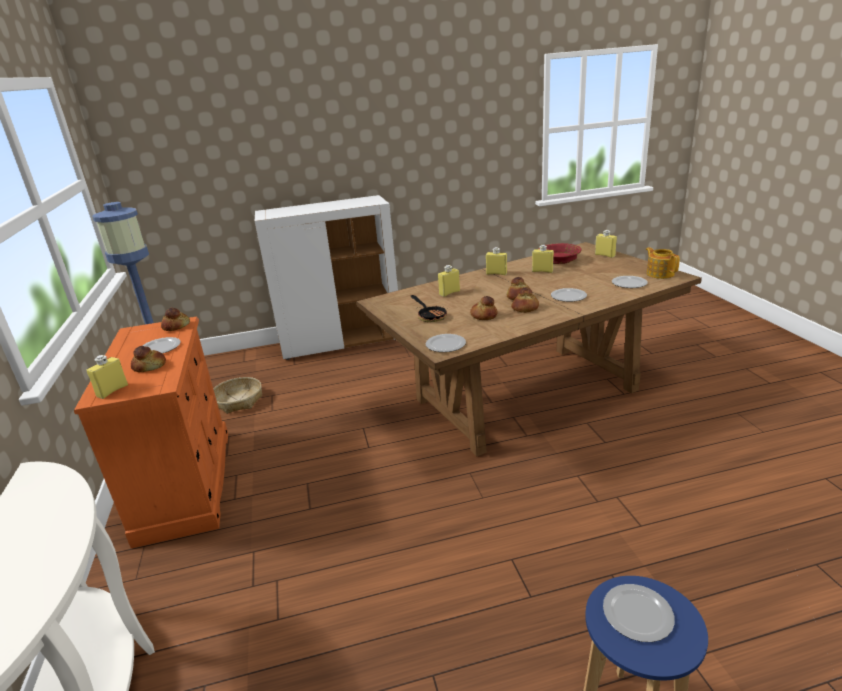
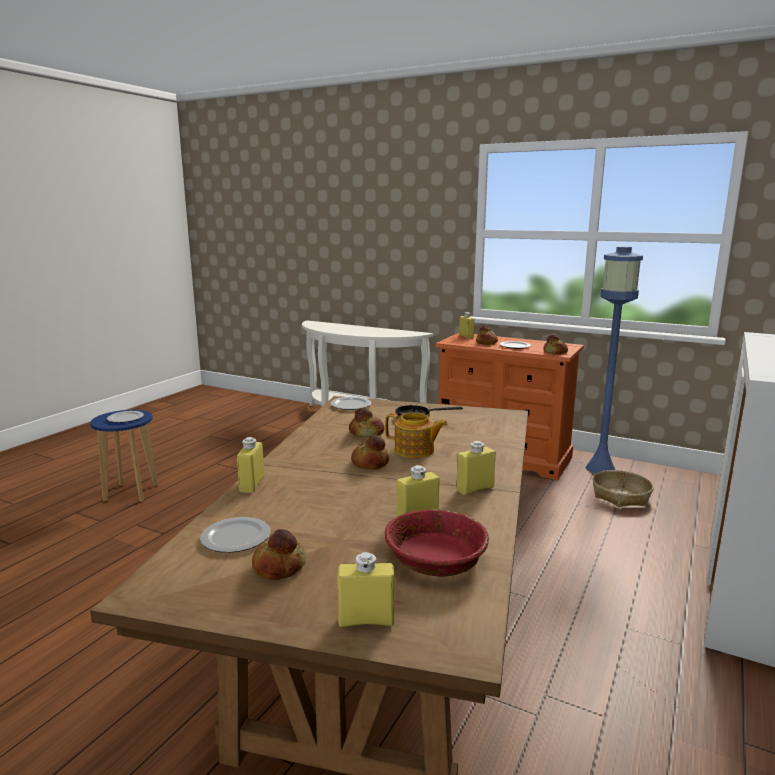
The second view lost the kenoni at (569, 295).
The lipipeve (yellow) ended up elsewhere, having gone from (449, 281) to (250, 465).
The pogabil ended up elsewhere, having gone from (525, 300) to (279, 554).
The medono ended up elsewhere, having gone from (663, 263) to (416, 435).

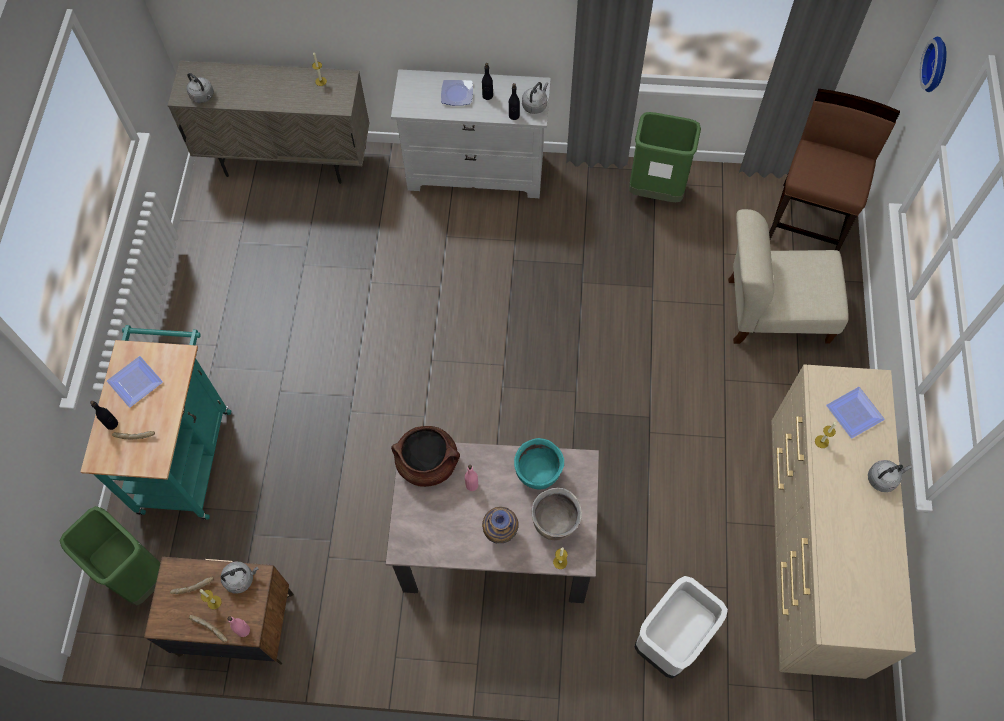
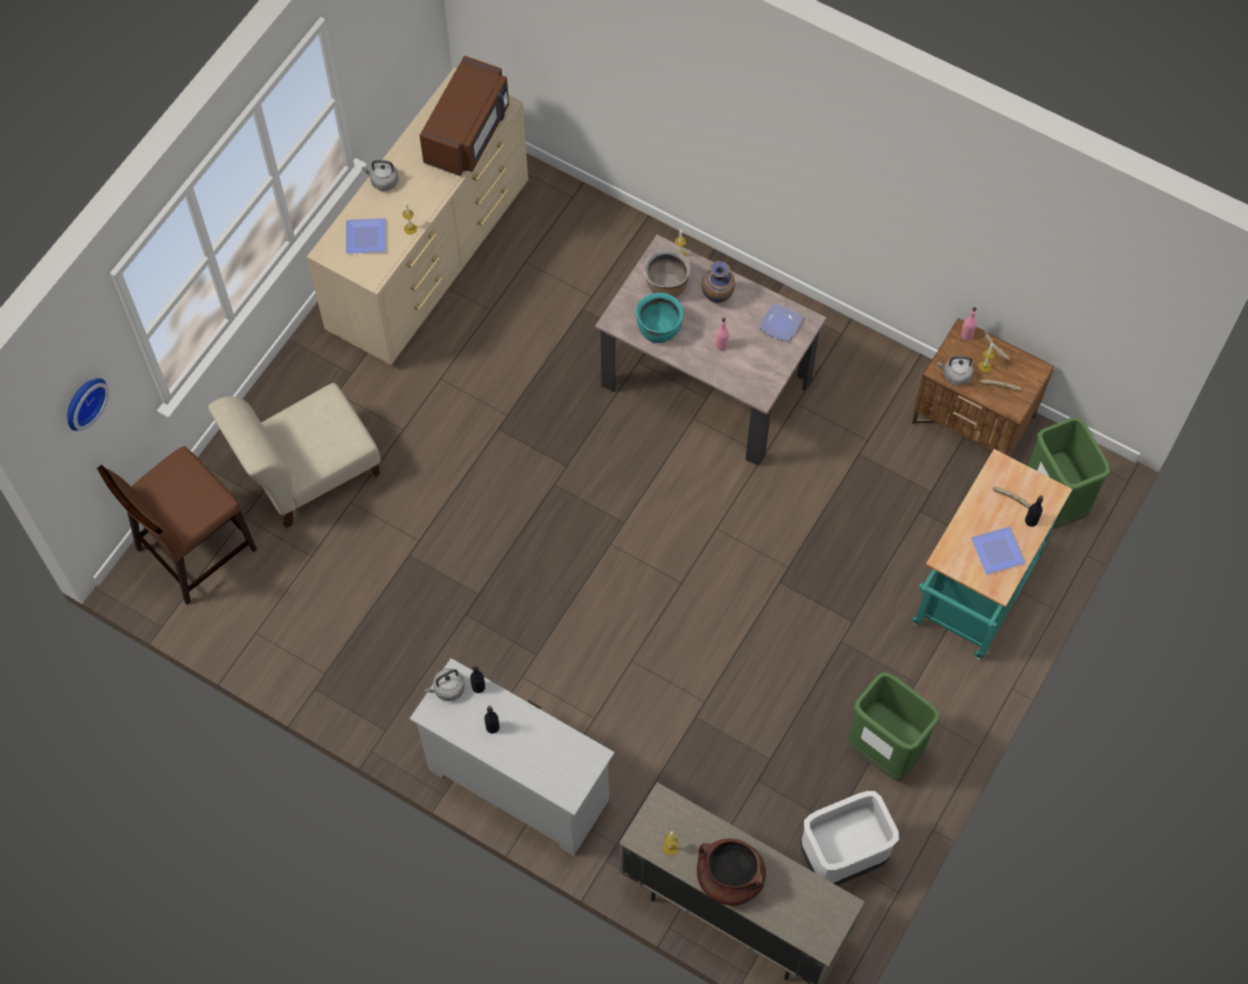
The second view lost the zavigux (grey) at (200, 88).
The second view gained the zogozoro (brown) at (464, 116).
The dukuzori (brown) ended up elsewhere, having gone from (425, 456) to (731, 872).
The kenoni ended up elsewhere, having gone from (457, 93) to (781, 322).
The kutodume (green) ended up elsewhere, having gone from (665, 157) to (893, 726).
The kutodume (white) ended up elsewhere, having gone from (681, 627) to (850, 838).
The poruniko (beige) at (788, 276) ended up facing another way, 120 degrees clockwise from before.

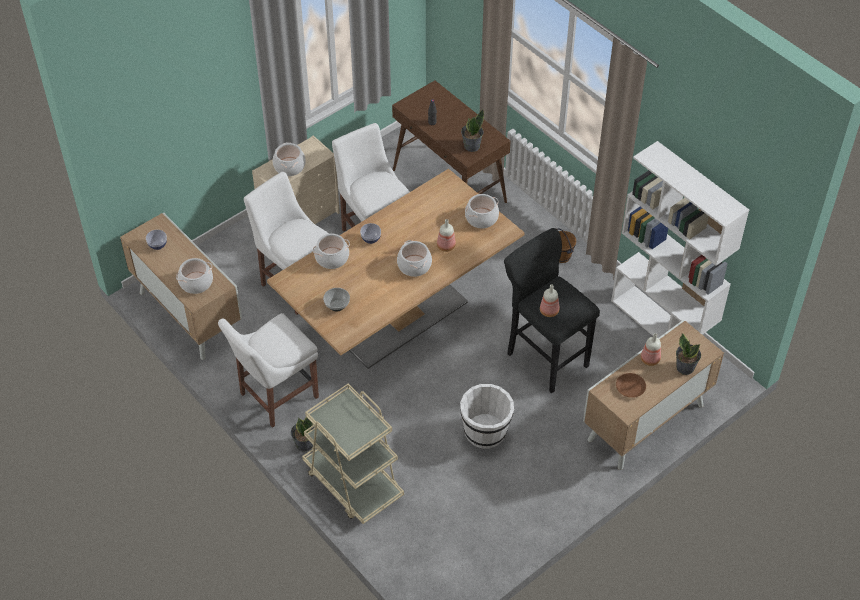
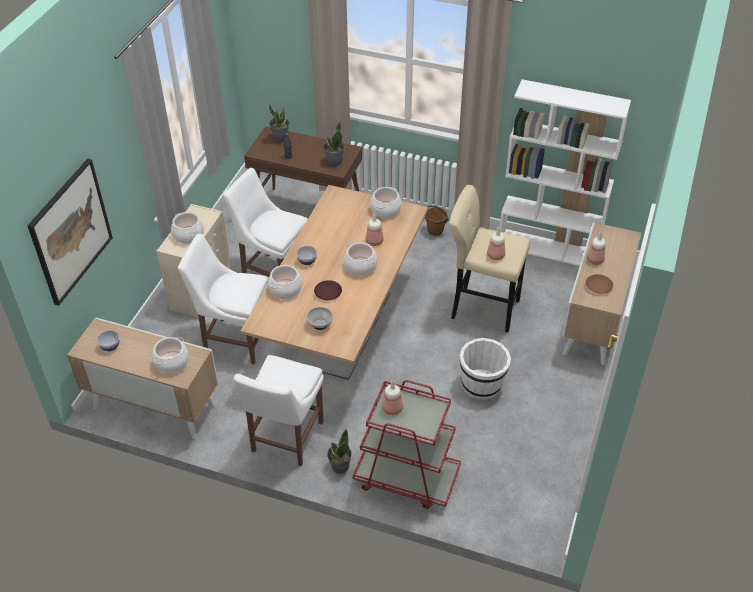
The second view gained the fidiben at (70, 232).
The second view gained the kenoni (brown) at (328, 290).
The second view gained the lipipeve at (392, 397).
The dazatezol ended up elsewhere, having gone from (688, 354) to (279, 123).
What was the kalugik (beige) at (353, 453) turned into the kalugik (red) at (407, 444).
What was the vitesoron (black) at (552, 310) turned into the vitesoron (beige) at (489, 258).

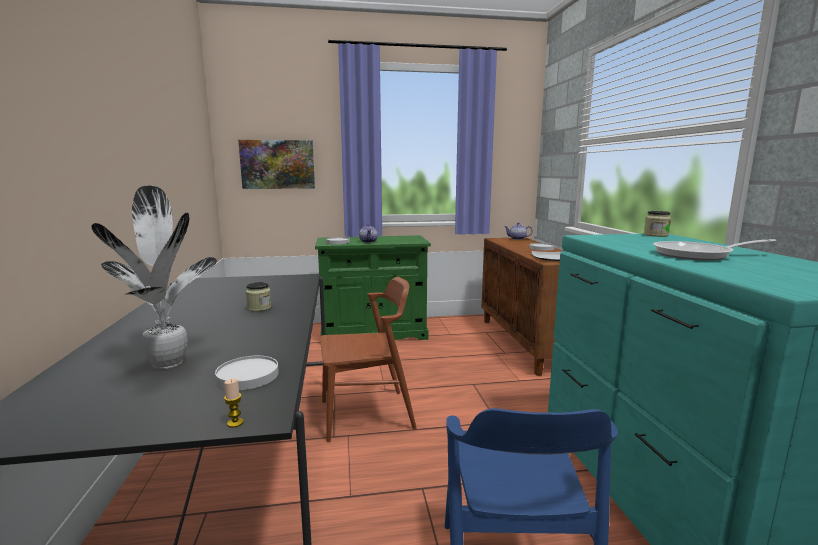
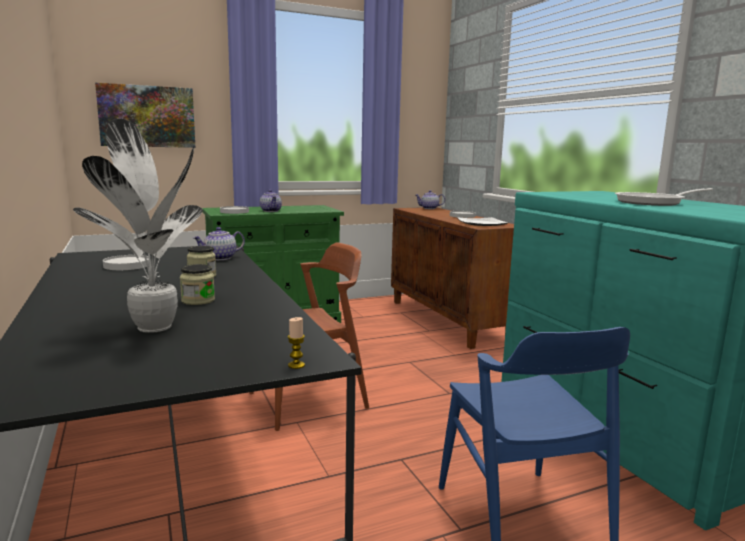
The second view gained the medono at (219, 243).
The kenoni (white) ended up elsewhere, having gone from (247, 373) to (126, 262).
The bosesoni ended up elsewhere, having gone from (657, 224) to (197, 284).

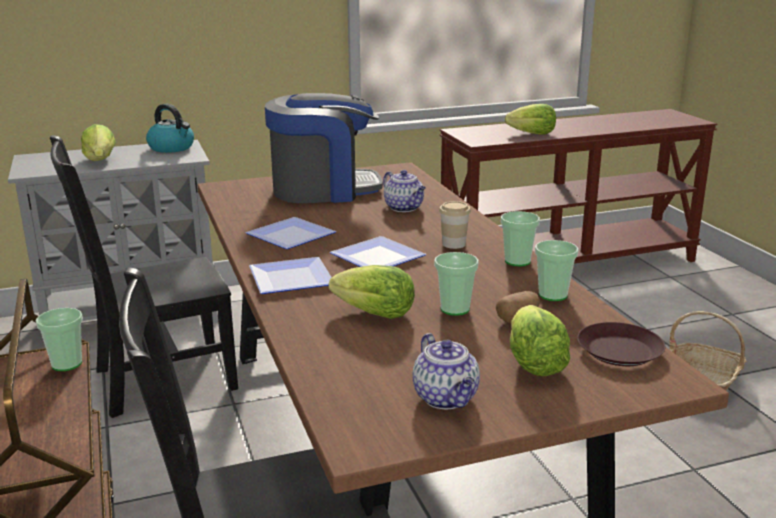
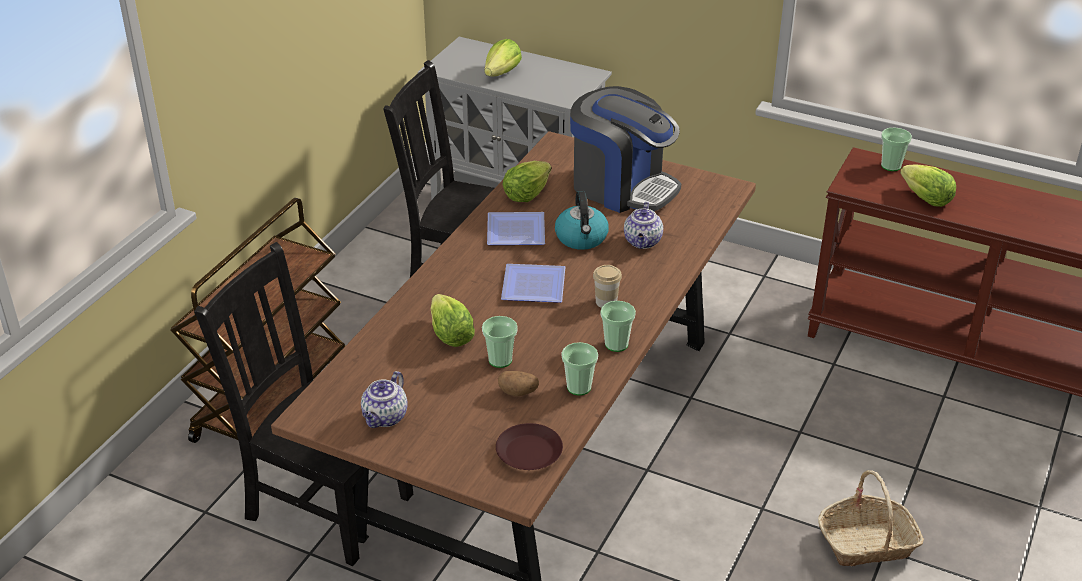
The second view lost the kenoni at (290, 275).
The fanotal ended up elsewhere, having gone from (59, 339) to (896, 149).
The zavigux ended up elsewhere, having gone from (170, 128) to (582, 220).
The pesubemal ended up elsewhere, having gone from (540, 340) to (527, 181).

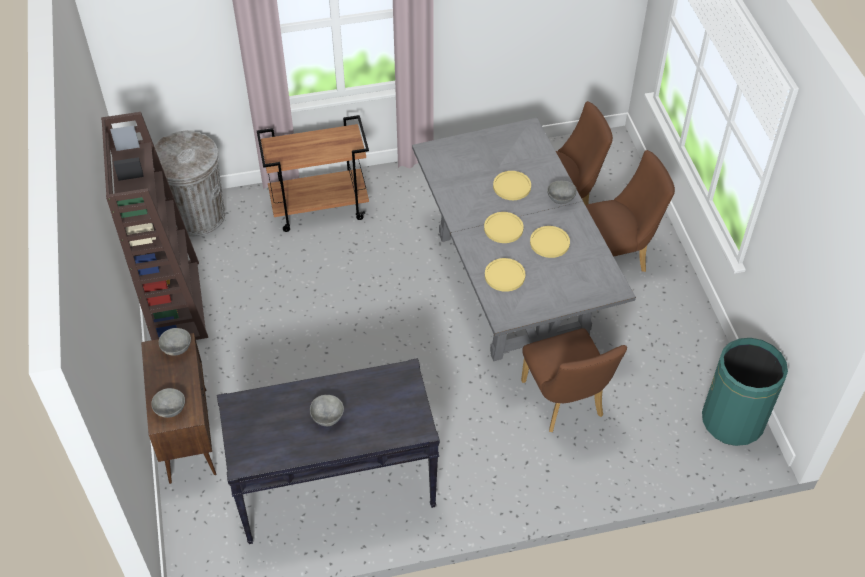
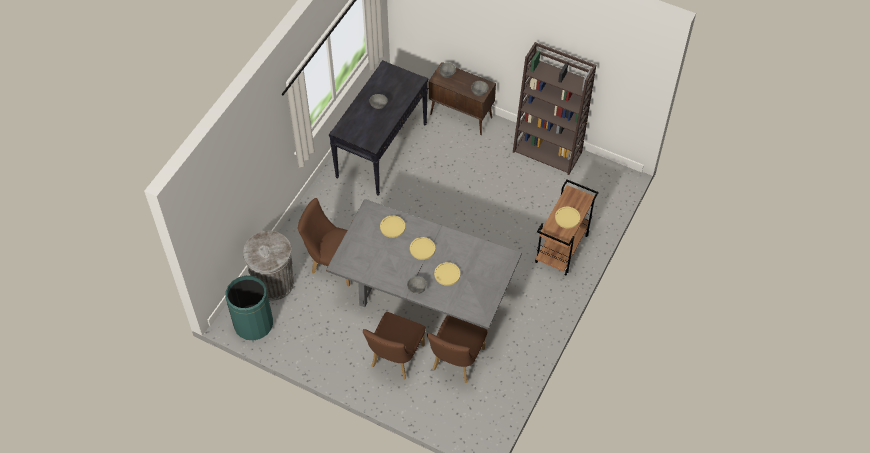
The kutodume (grey) ended up elsewhere, having gone from (189, 183) to (268, 265).
The kenoni (yellow) ended up elsewhere, having gone from (550, 242) to (567, 217).

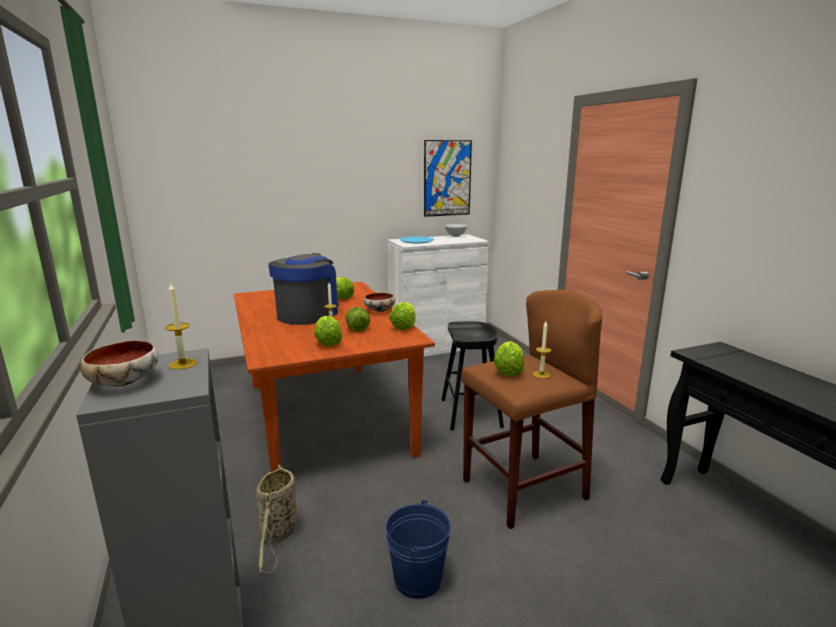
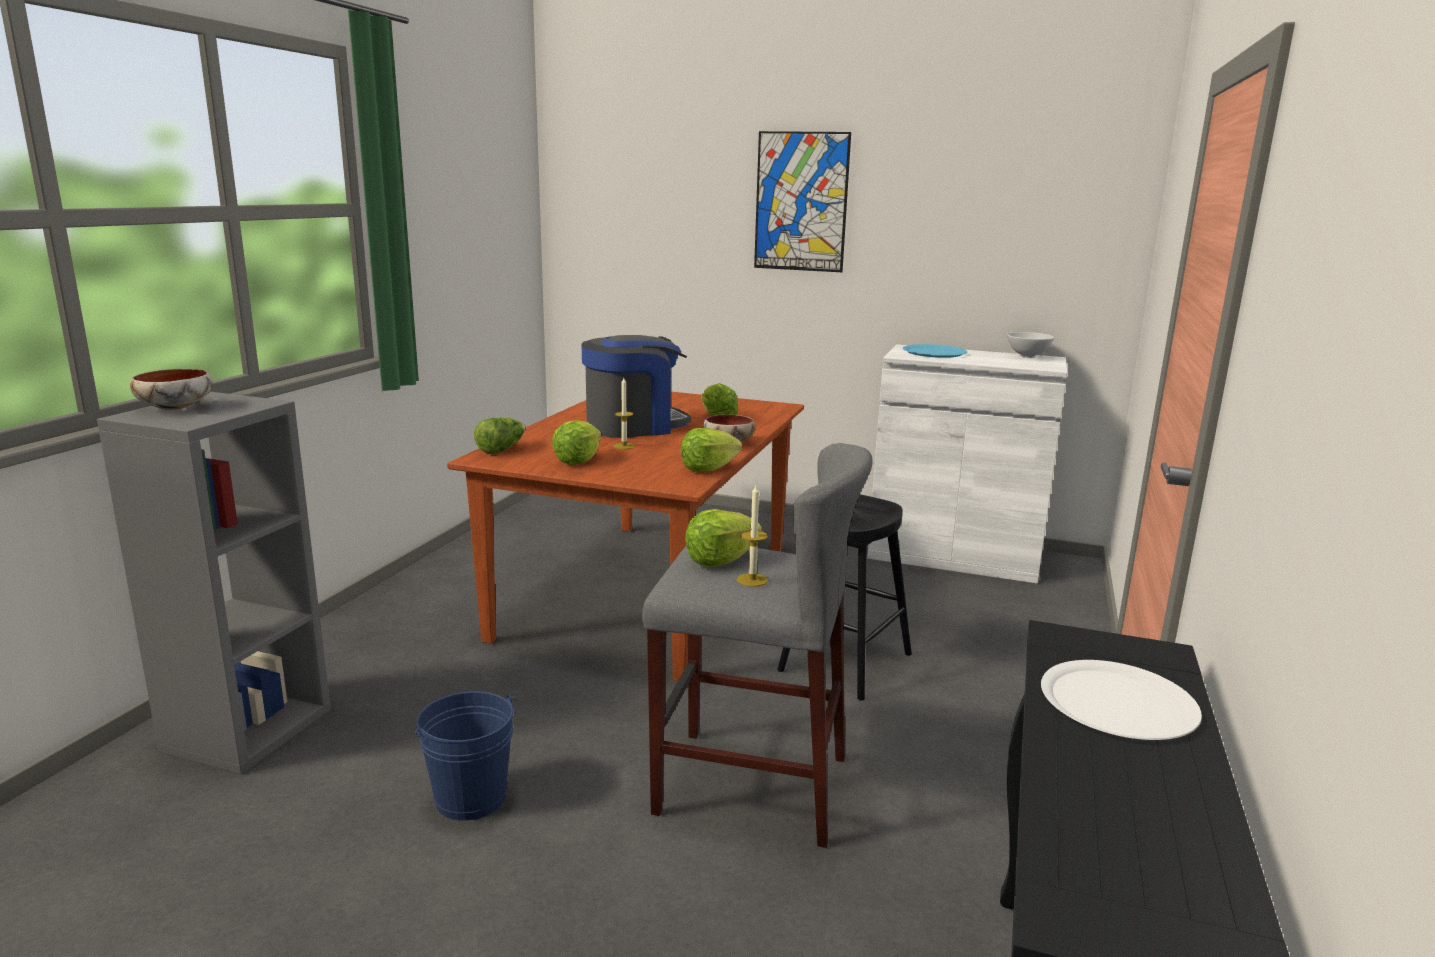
The second view lost the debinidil at (181, 326).
The second view lost the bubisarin at (276, 519).
The second view gained the kenoni (white) at (1121, 700).
The pesubemal ended up elsewhere, having gone from (357, 319) to (500, 436).
The fidiben ended up elsewhere, having gone from (448, 178) to (802, 201).
What was the vitesoron (brown) at (531, 409) turned into the vitesoron (grey) at (757, 645).

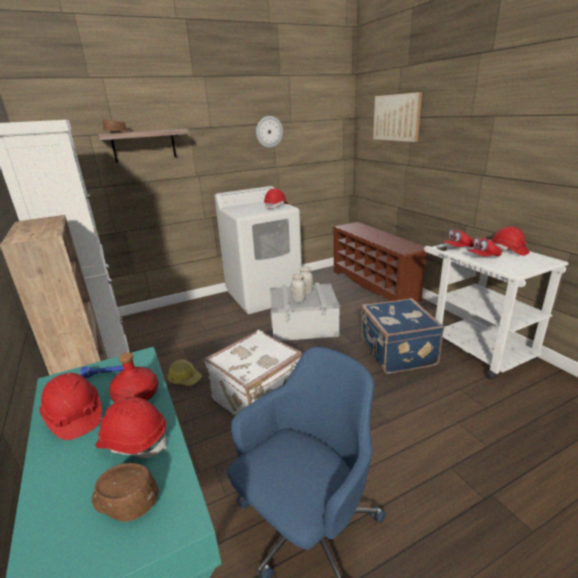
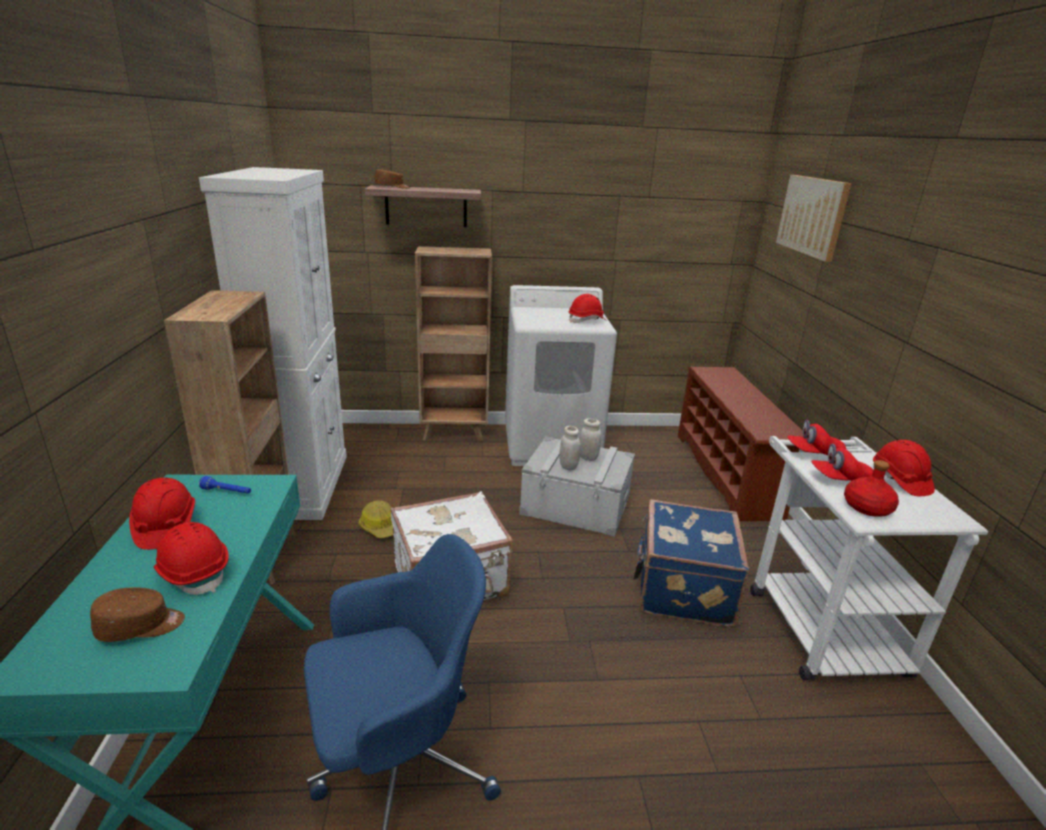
The second view lost the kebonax at (269, 132).
The second view gained the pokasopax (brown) at (453, 343).
The lipipeve (red) ended up elsewhere, having gone from (133, 377) to (871, 488).
The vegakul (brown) at (125, 492) ended up facing another way, 120 degrees clockwise from before.

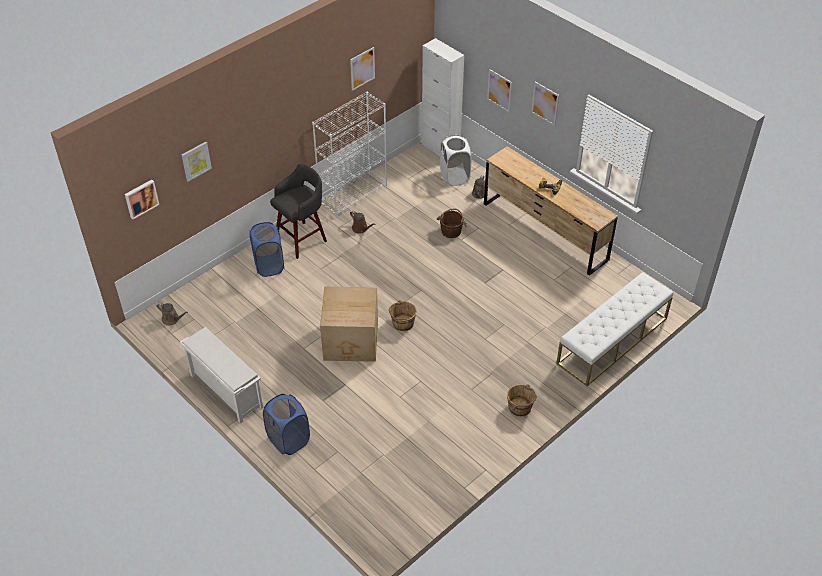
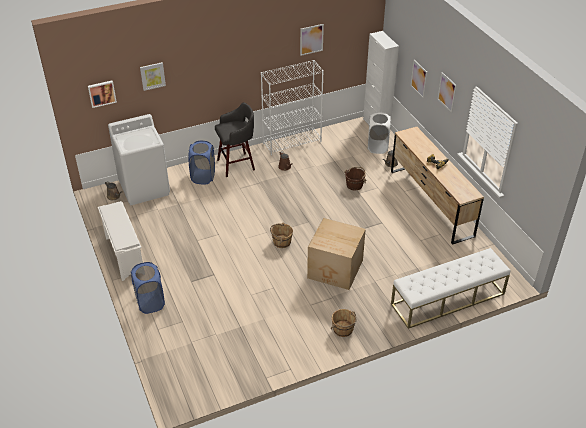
The second view gained the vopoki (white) at (139, 159).
The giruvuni ended up elsewhere, having gone from (349, 324) to (336, 254).

